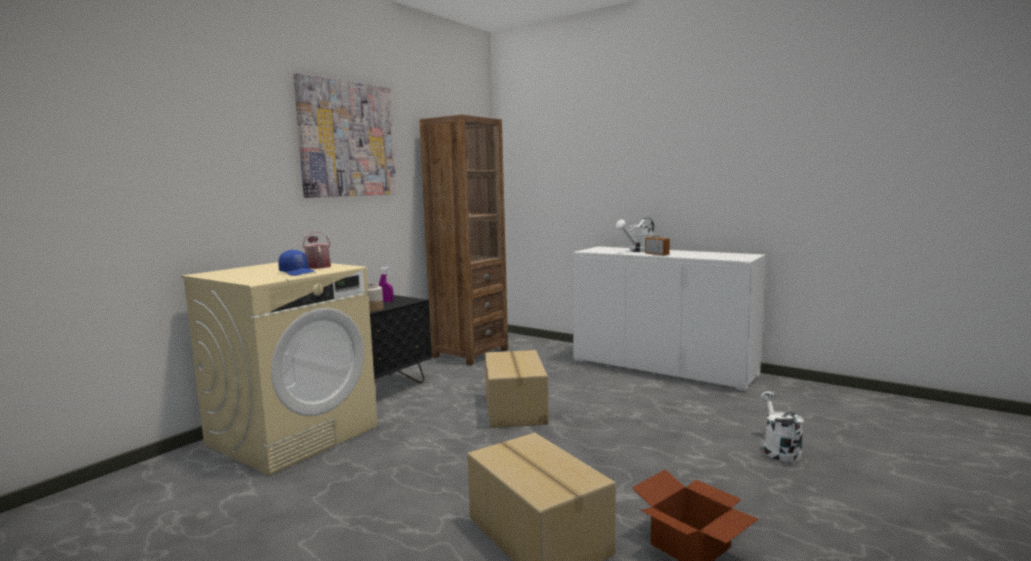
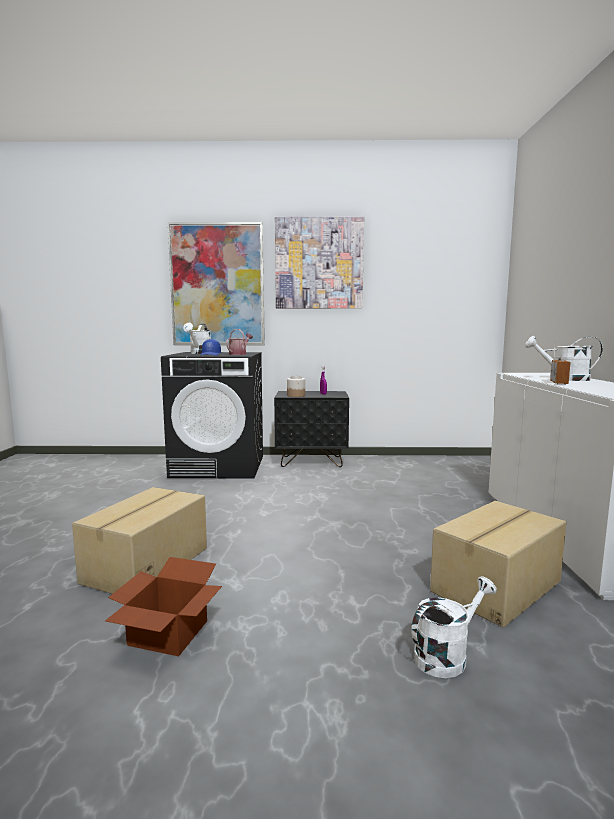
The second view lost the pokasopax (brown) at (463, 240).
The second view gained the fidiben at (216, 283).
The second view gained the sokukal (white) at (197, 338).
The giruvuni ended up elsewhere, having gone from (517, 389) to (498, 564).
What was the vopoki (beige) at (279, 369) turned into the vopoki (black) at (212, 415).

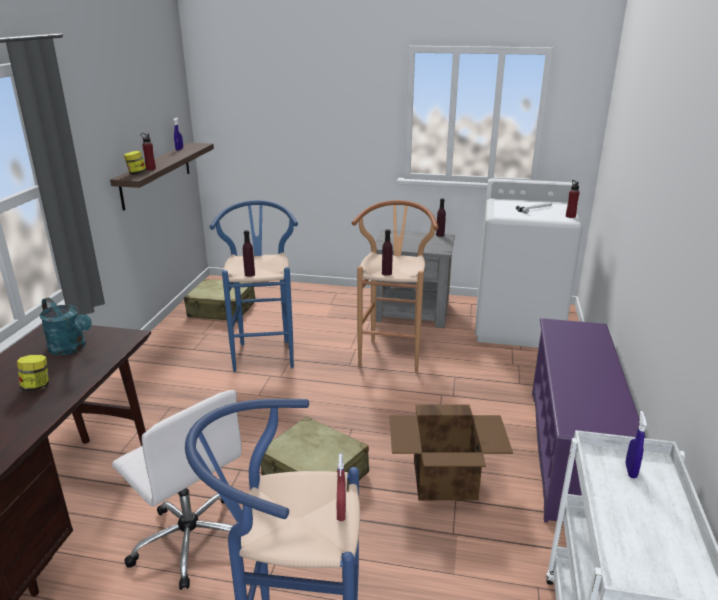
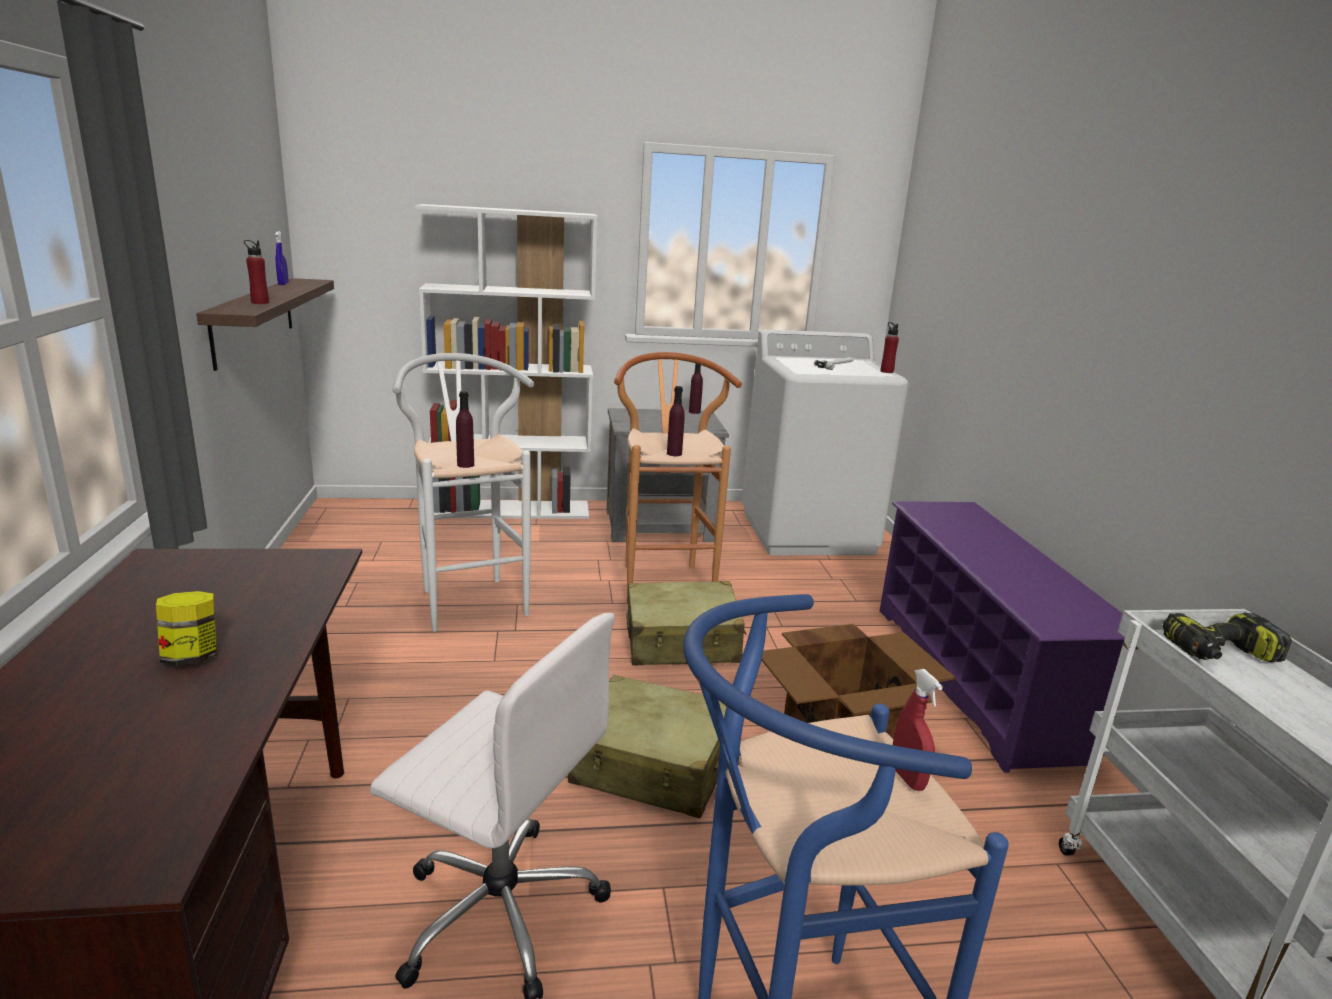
The second view lost the sokukal (turquoise) at (66, 326).
The second view lost the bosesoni at (135, 163).
The second view gained the pokasopax (white) at (506, 361).
The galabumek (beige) ended up elsewhere, having gone from (219, 300) to (686, 623).
Where the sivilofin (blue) stood at (636, 444), the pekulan came to stand at (1227, 637).
What was the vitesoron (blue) at (254, 286) turned into the vitesoron (white) at (463, 492).

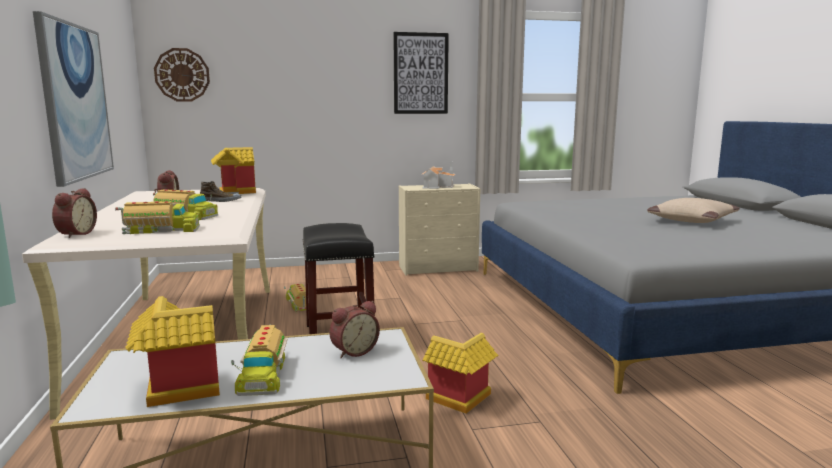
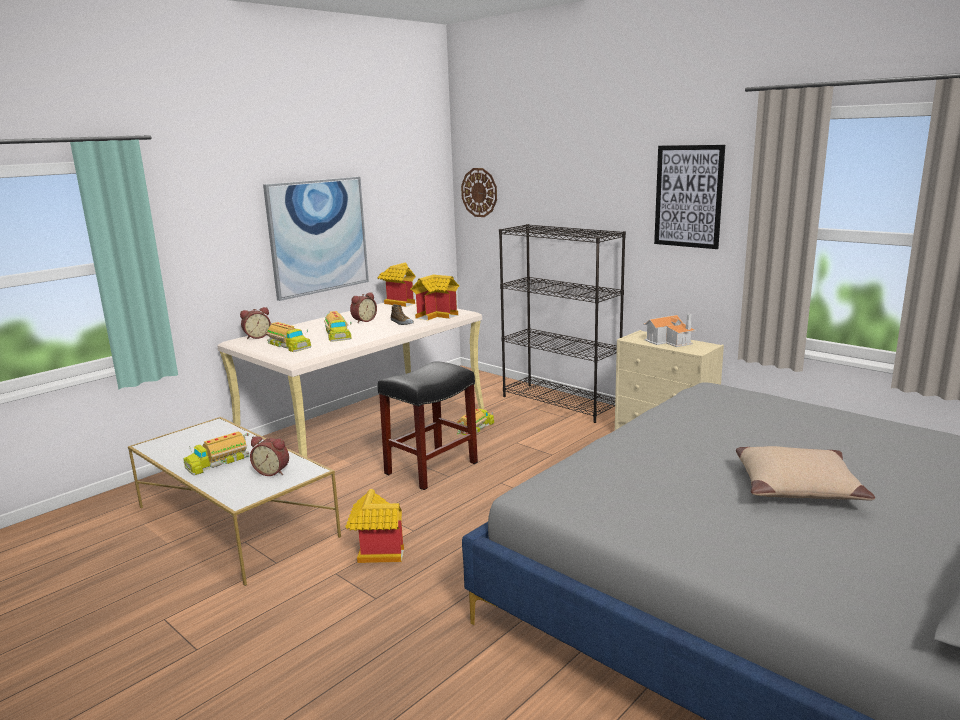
The second view gained the pokasopax (black) at (562, 323).
The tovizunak ended up elsewhere, having gone from (172, 351) to (397, 285).

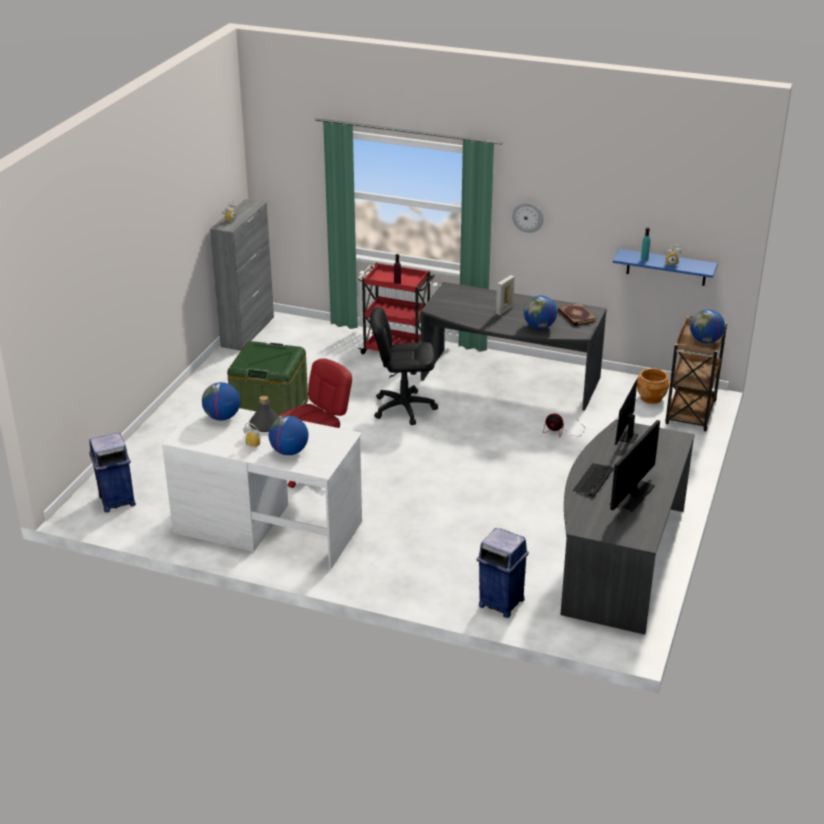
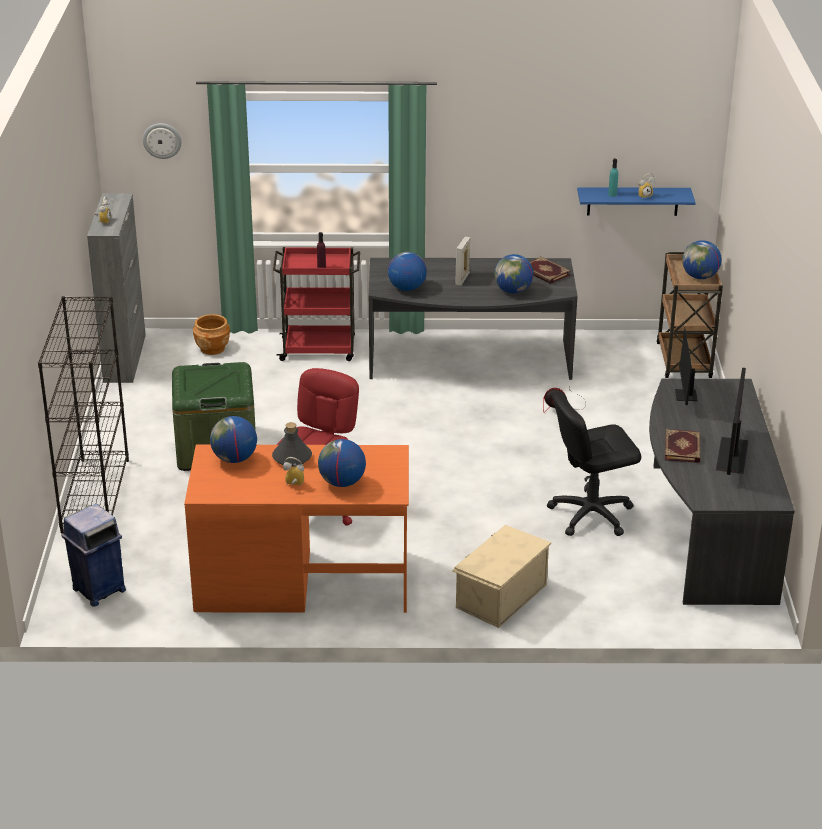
The second view lost the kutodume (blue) at (503, 573).
The second view gained the pokasopax (black) at (83, 414).
The second view gained the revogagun at (407, 271).
The second view gained the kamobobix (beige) at (501, 576).
The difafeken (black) ended up elsewhere, having gone from (404, 366) to (594, 463).
The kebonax ended up elsewhere, having gone from (527, 218) to (162, 141).
The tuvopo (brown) ended up elsewhere, having gone from (653, 386) to (211, 334).
Where the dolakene stood at (593, 480), the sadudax came to stand at (682, 446).
What was the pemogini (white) at (262, 486) turned into the pemogini (orange) at (296, 528).

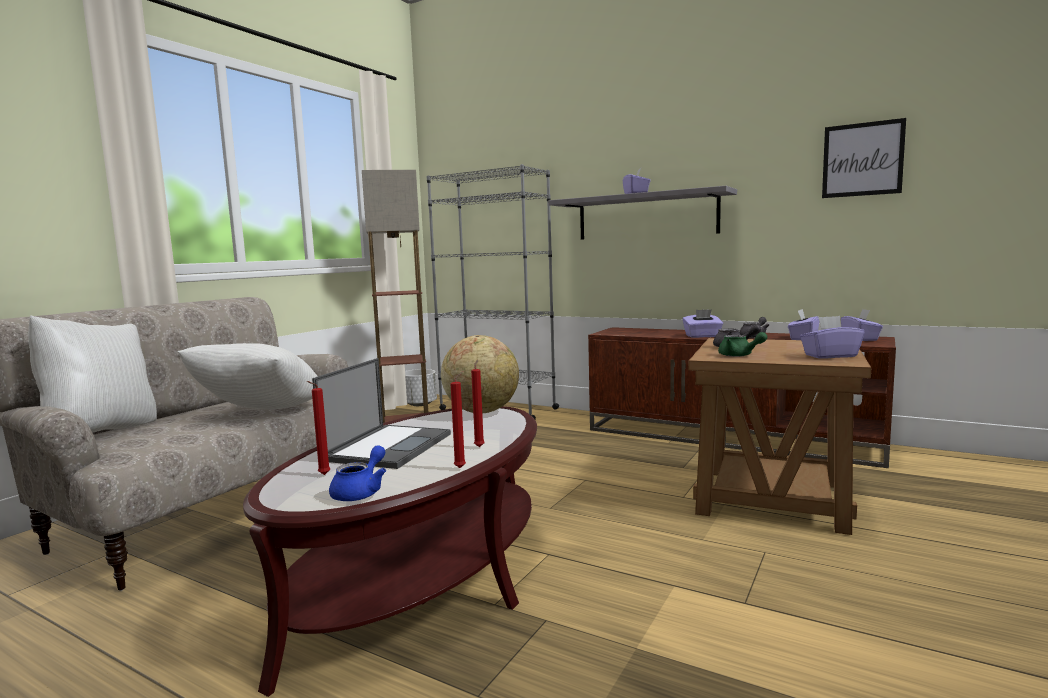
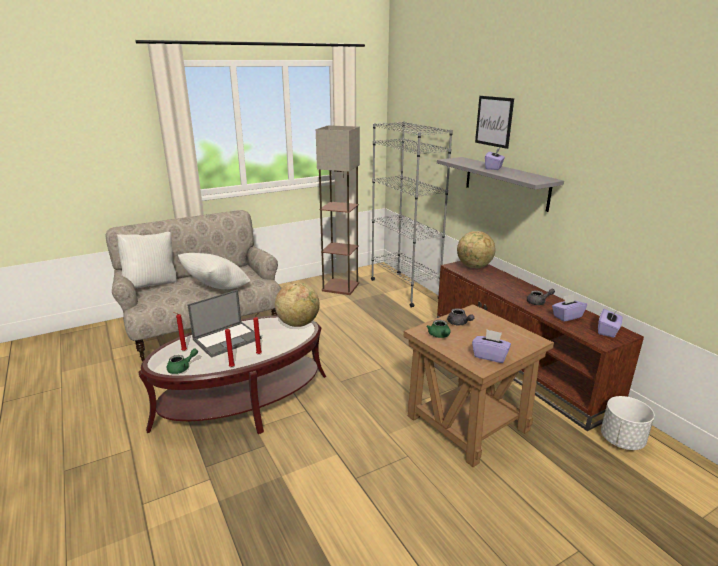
The second view lost the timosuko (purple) at (703, 323).
The second view gained the revogagun at (476, 249).
The tuvopo (white) ended up elsewhere, having gone from (421, 387) to (628, 423).
The fidiben ended up elsewhere, having gone from (864, 158) to (494, 122).
What was the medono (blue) at (357, 473) turned into the medono (green) at (182, 361).

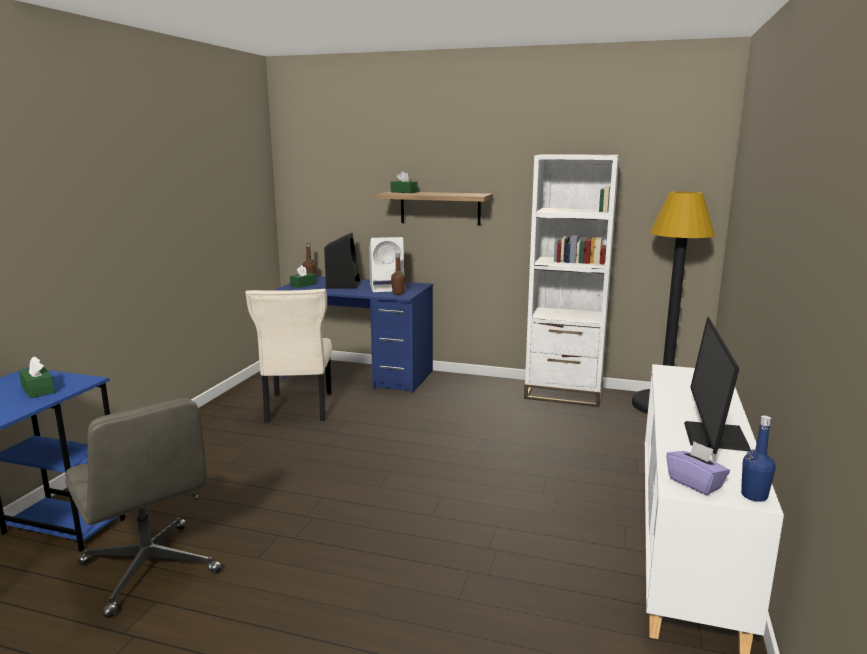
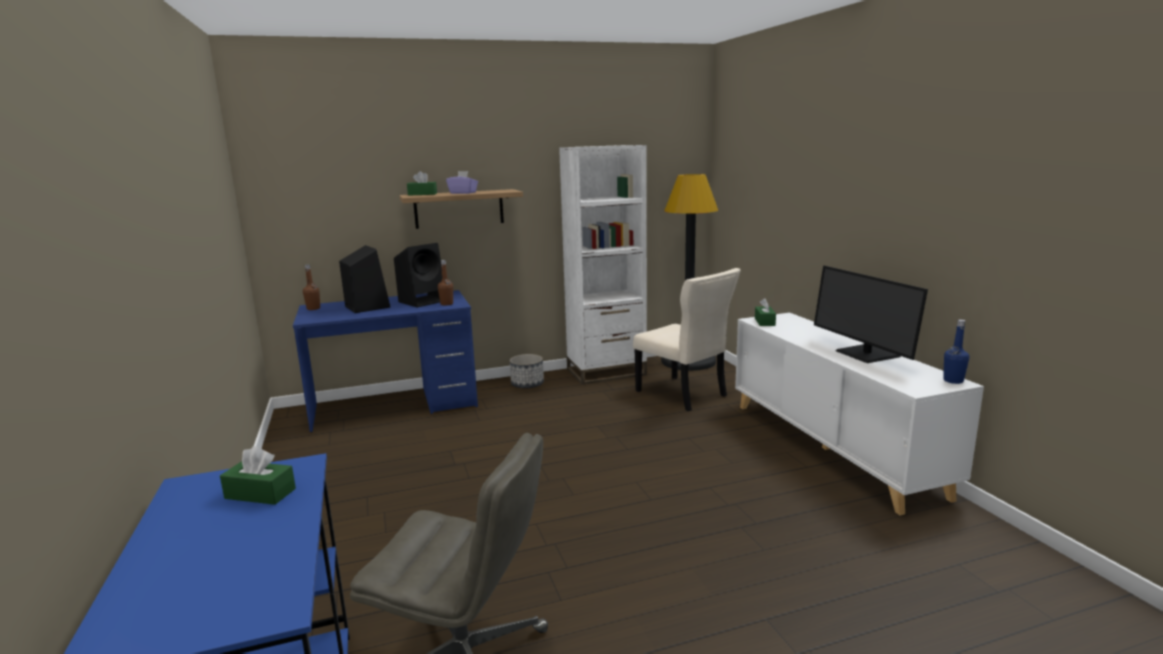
The second view gained the tuvopo at (527, 371).
The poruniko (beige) ended up elsewhere, having gone from (288, 356) to (687, 339).
The timosuko (green) ended up elsewhere, having gone from (303, 276) to (765, 312).
The timosuko (purple) ended up elsewhere, having gone from (698, 468) to (462, 182).
What was the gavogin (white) at (387, 264) turned into the gavogin (black) at (418, 275).

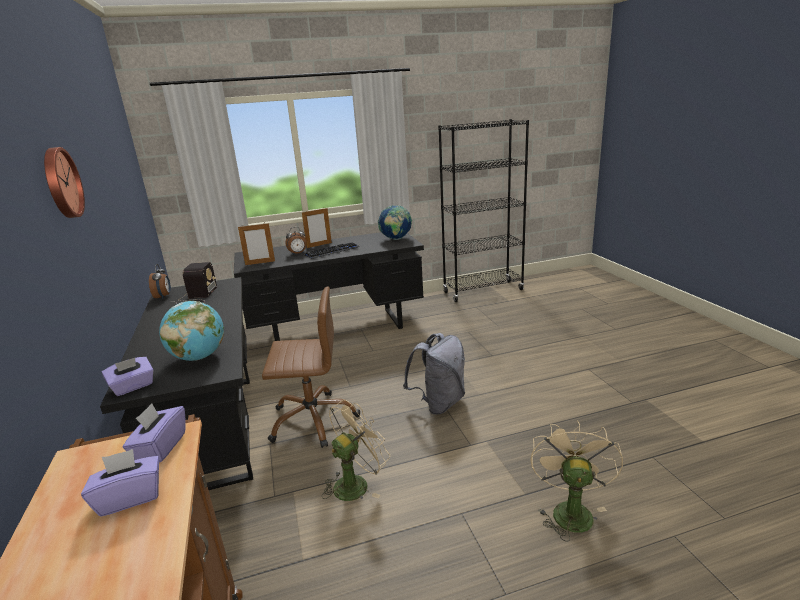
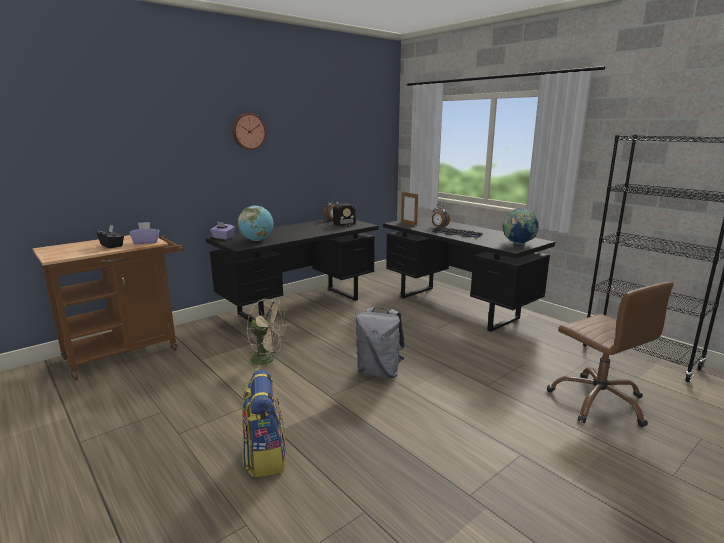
The second view lost the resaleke at (317, 227).
The difafeken (brown) ended up elsewhere, having gone from (311, 367) to (610, 354).
Where the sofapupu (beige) stood at (576, 481), the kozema came to stand at (264, 423).
What was the timosuko (purple) at (120, 483) turned into the timosuko (black) at (110, 236).

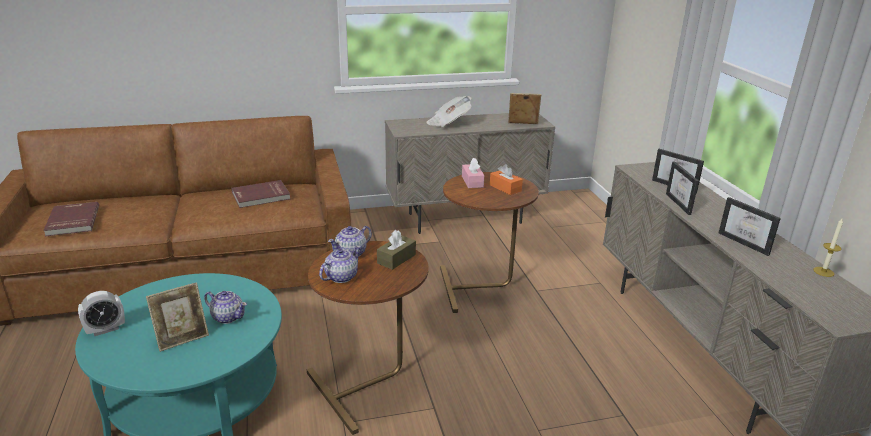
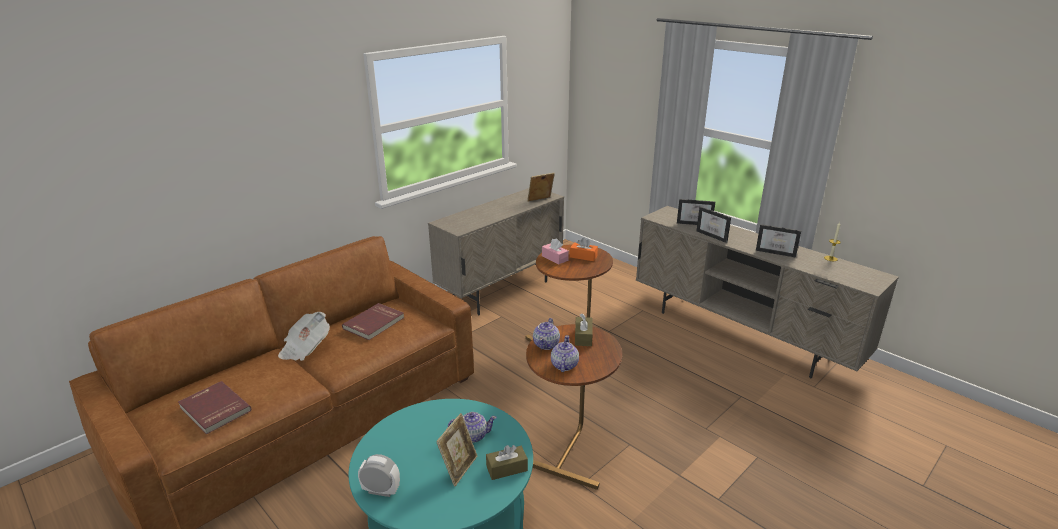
The second view gained the timosuko (brown) at (507, 462).
The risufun ended up elsewhere, having gone from (449, 111) to (304, 336).
The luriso at (101, 313) ended up facing another way, 105 degrees counterclockwise from before.

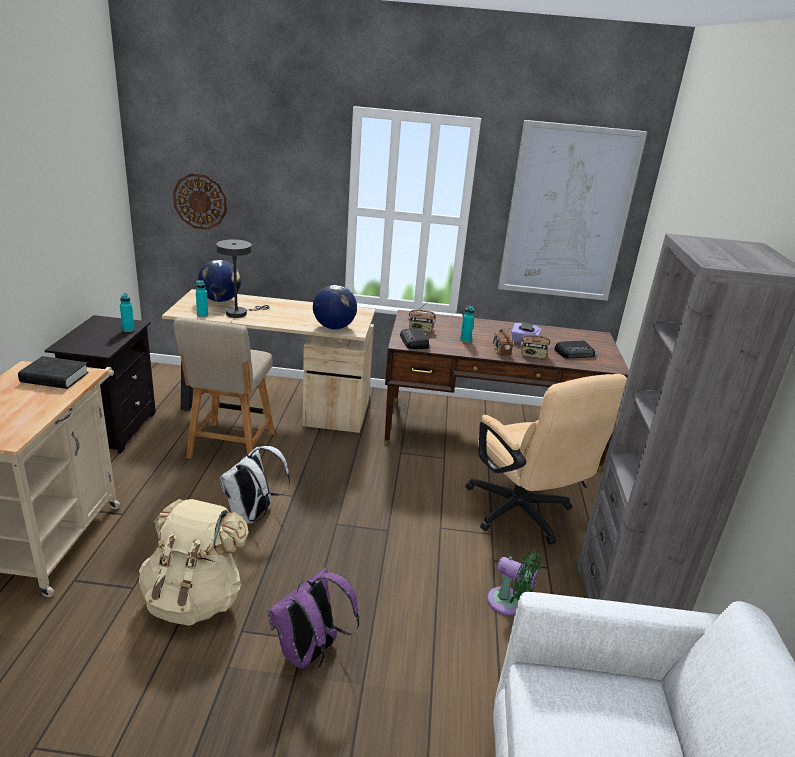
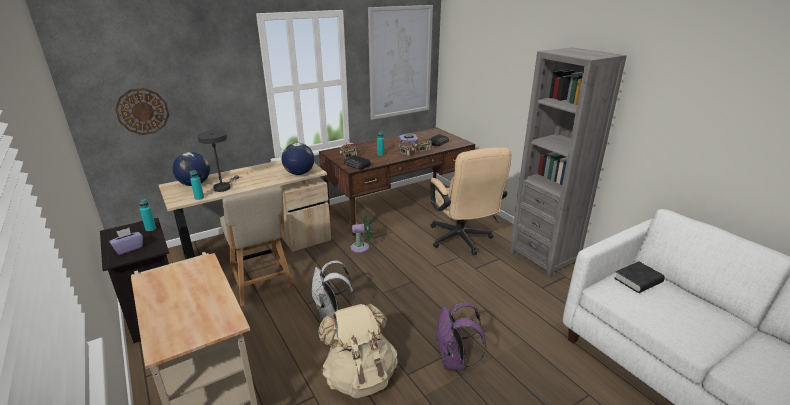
The second view gained the timosuko (purple) at (126, 241).
The sadudax (black) ended up elsewhere, having gone from (53, 372) to (639, 277).
The sofapupu (green) ended up elsewhere, having gone from (514, 583) to (361, 234).
The difafeken (beige) at (546, 459) ended up facing another way, 45 degrees clockwise from before.

